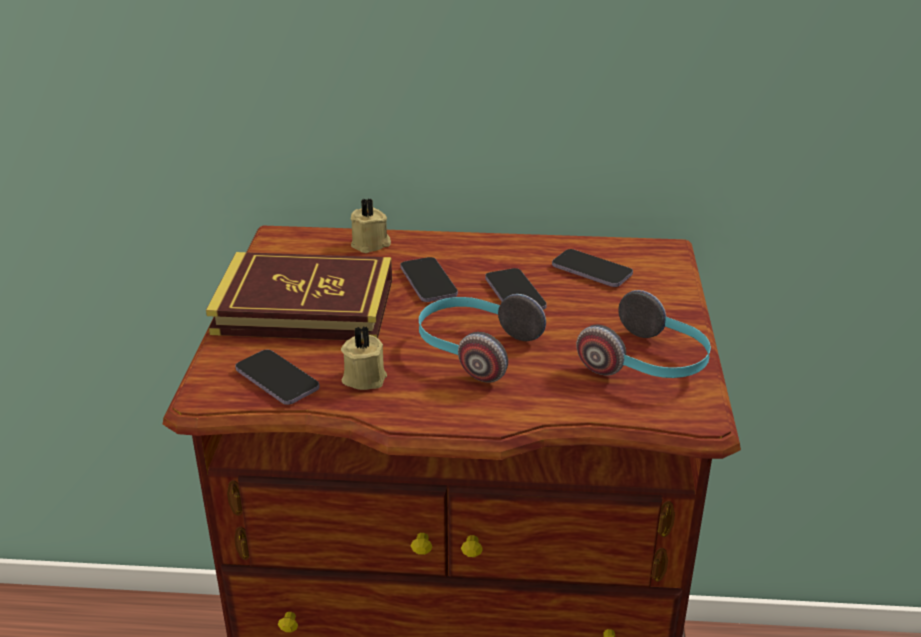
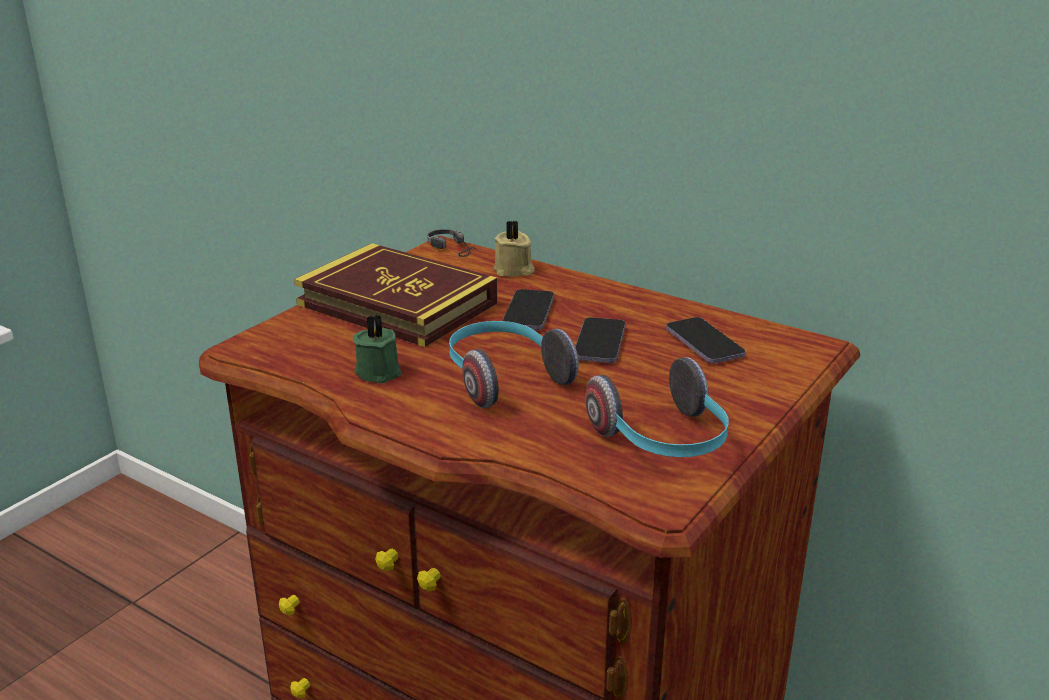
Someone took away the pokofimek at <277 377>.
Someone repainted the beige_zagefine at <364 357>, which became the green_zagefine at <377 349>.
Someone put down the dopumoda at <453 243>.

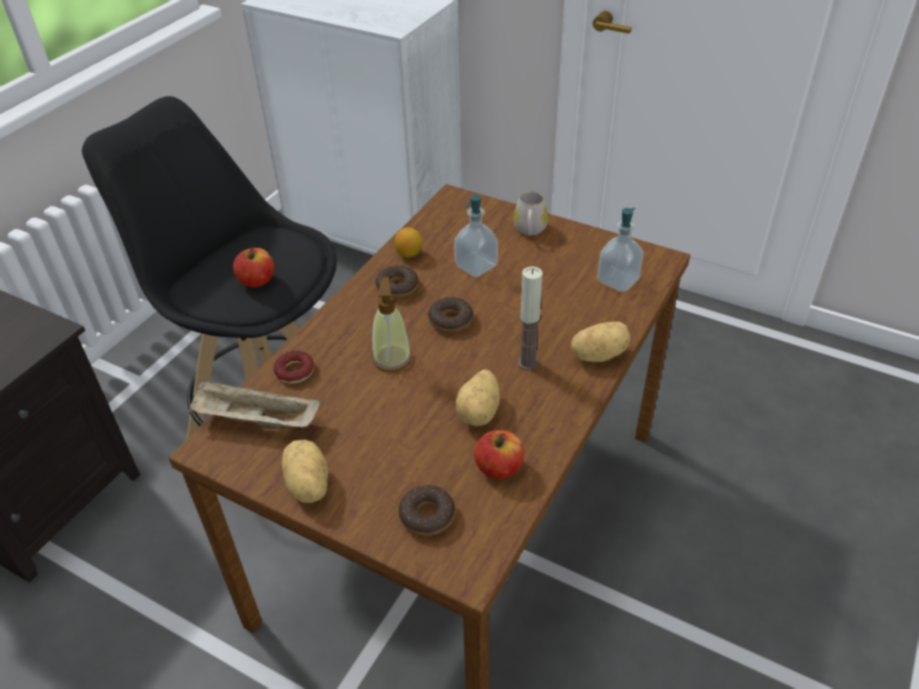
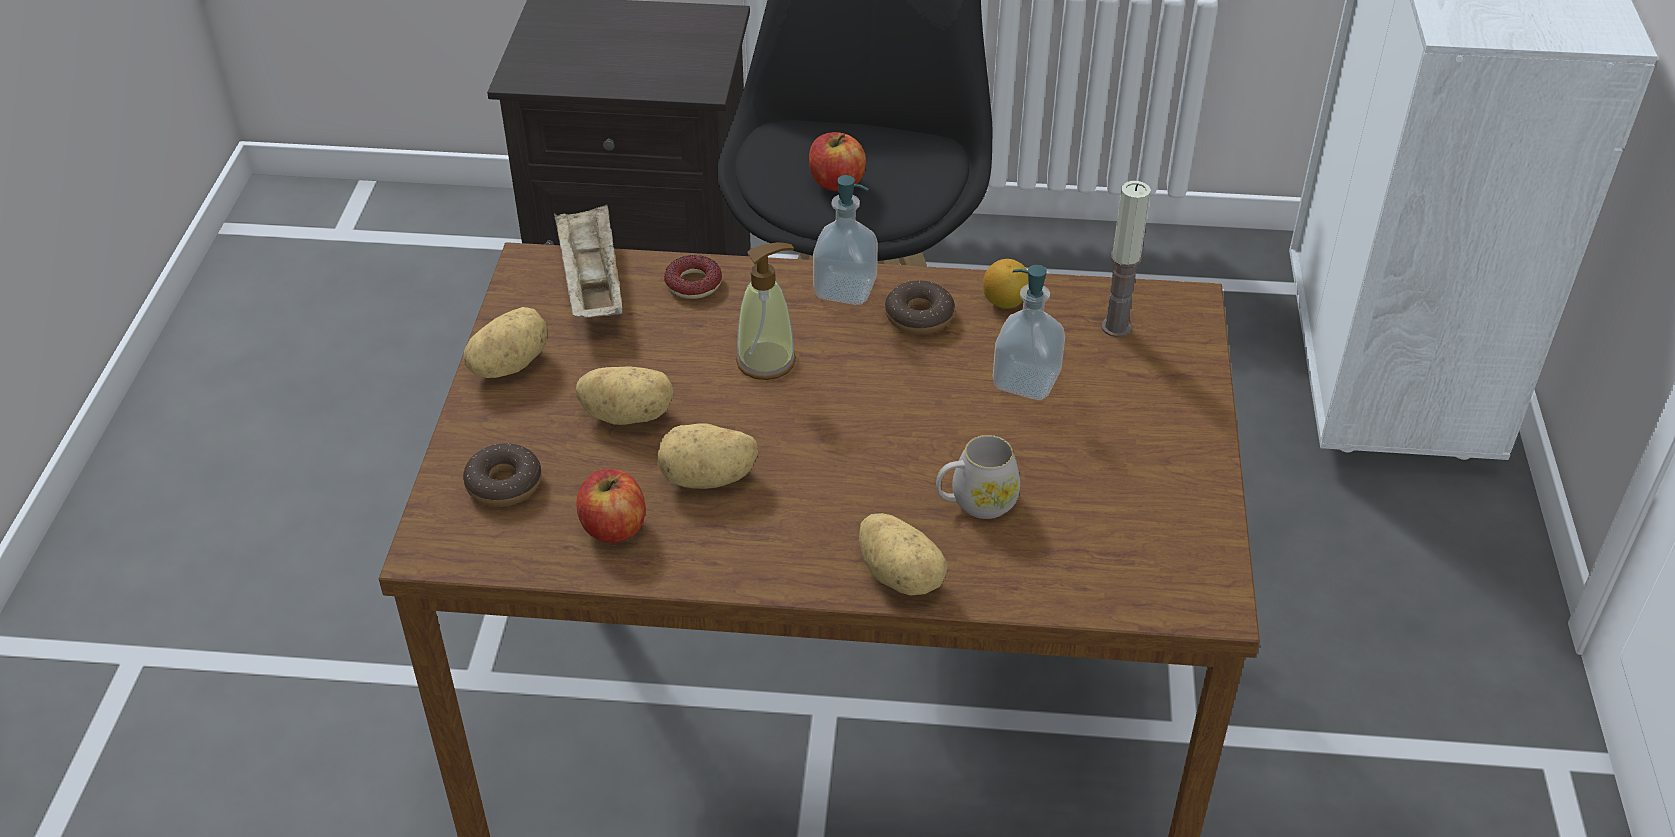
Someone took away the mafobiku at <450 315>.
Someone carried the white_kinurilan from <530 213> to <978 477>.
Someone carried the zagefine from <530 318> to <1126 259>.
Someone carried the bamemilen from <620 250> to <845 240>.
Someone put down the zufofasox at <625 395>.

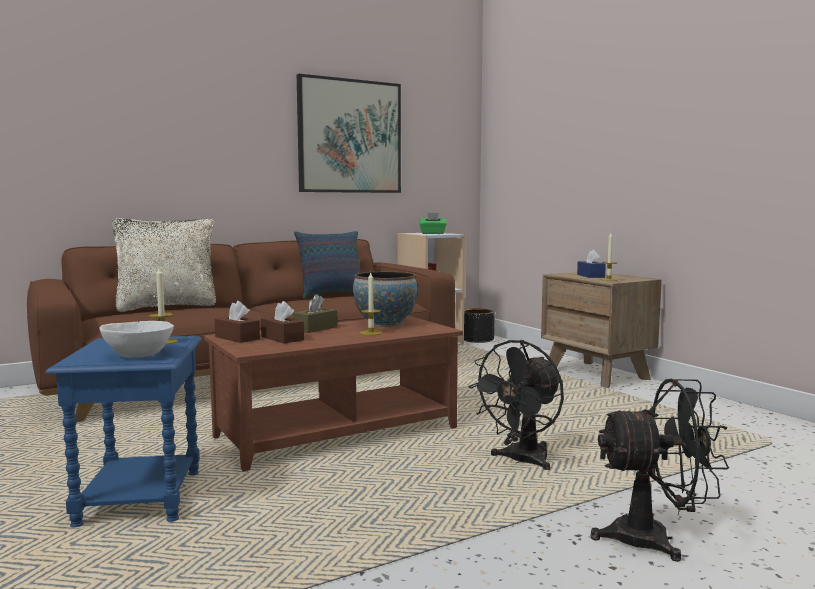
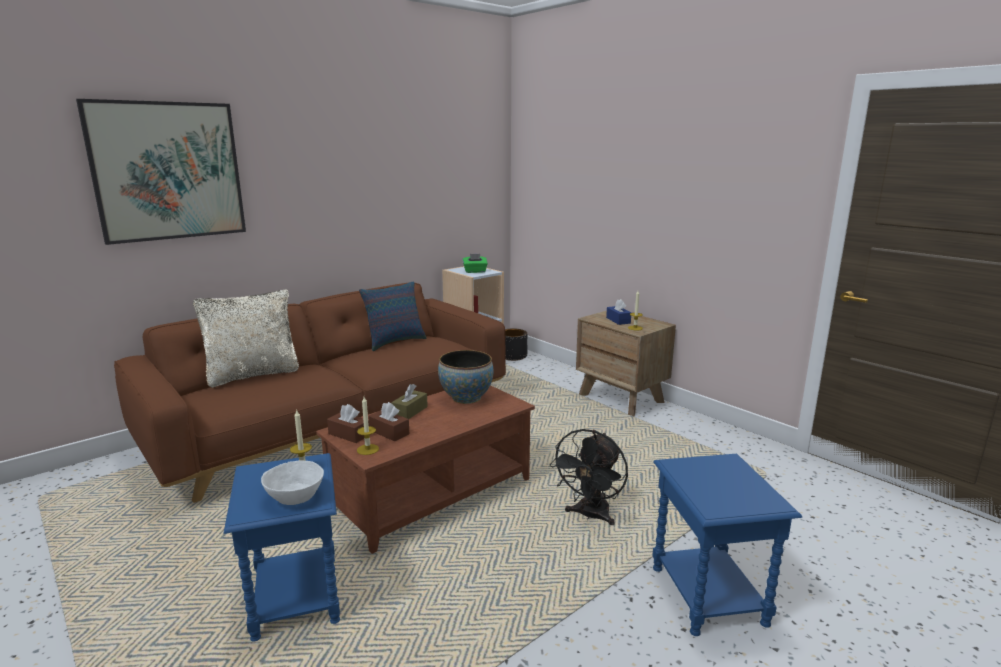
Someone carried the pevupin from <349 133> to <161 172>.
Someone carried the zagefine from <371 304> to <368 426>.
Someone swapped the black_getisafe at <659 470> for the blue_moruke at <727 545>.

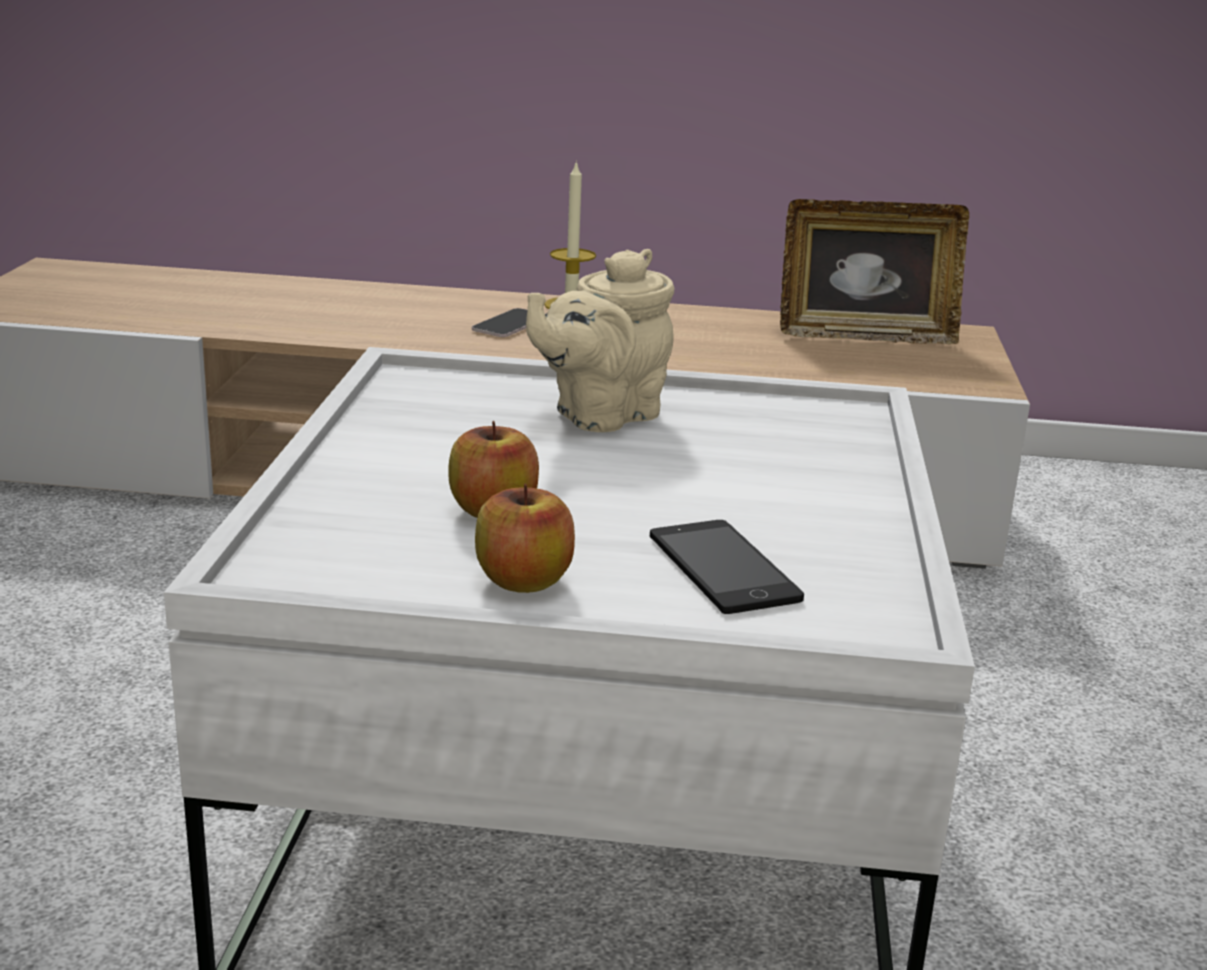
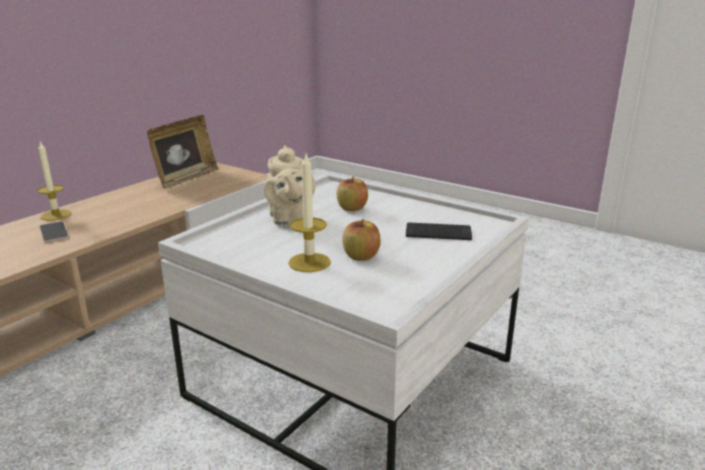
Someone carried the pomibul from <525 538> to <352 193>.
Someone put down the zagefine at <309 213>.

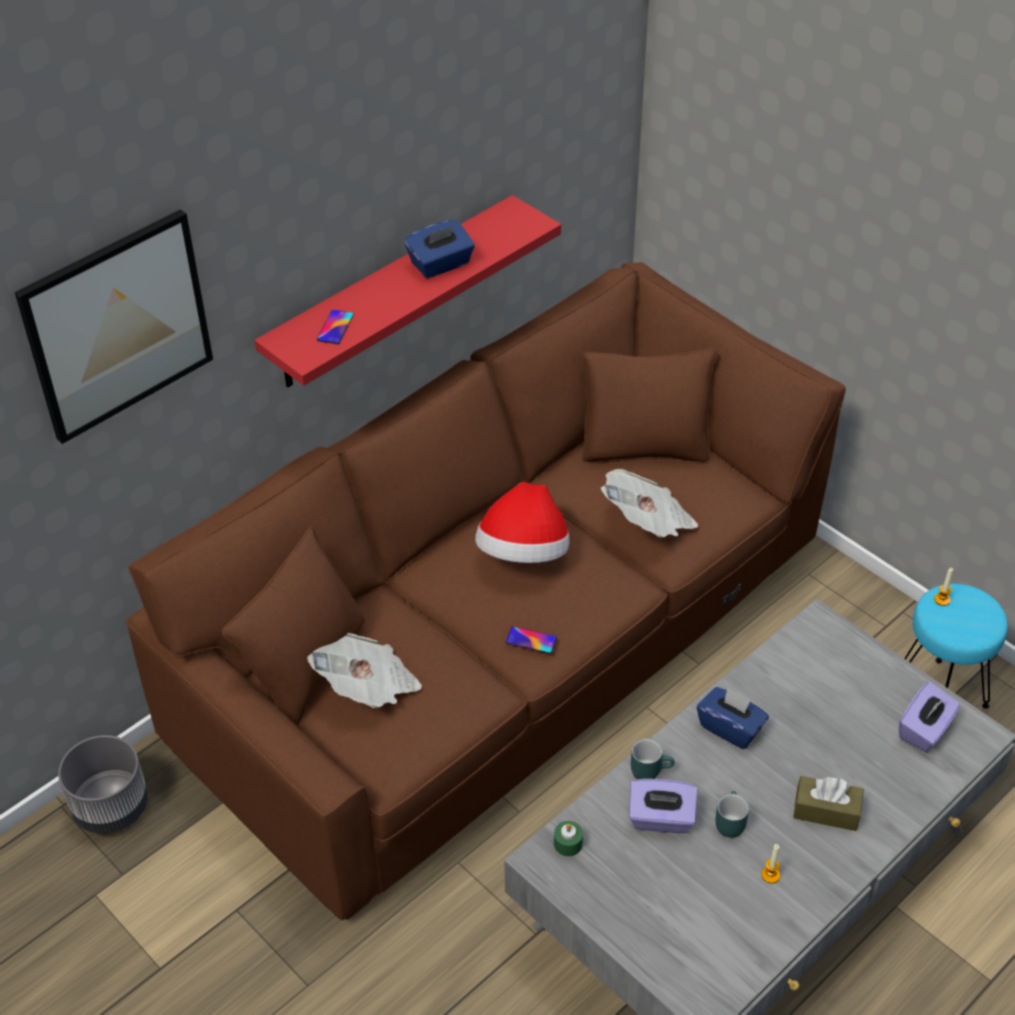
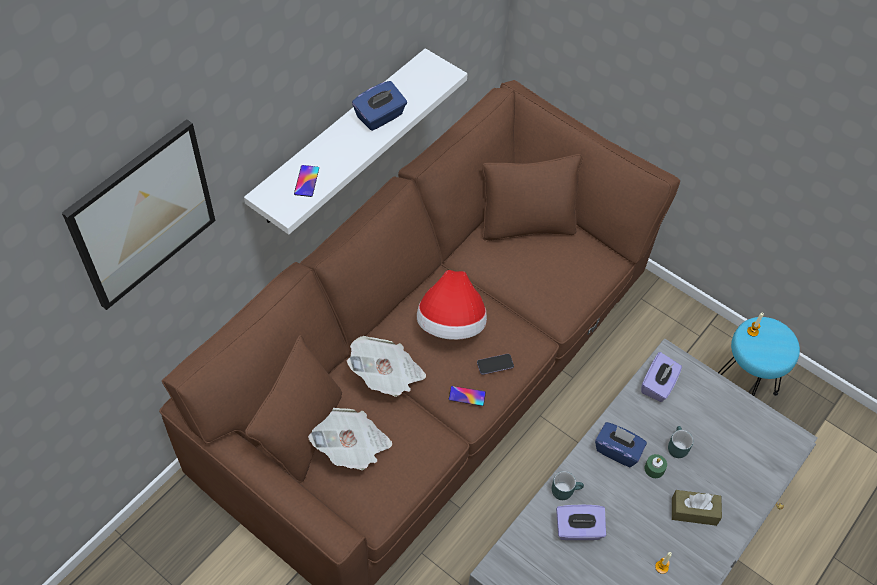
Someone took away the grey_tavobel at <103 784>.
Someone repainted the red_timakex at <407 291>, which became the white_timakex at <355 141>.
Someone carried the green_zagefine from <568 838> to <655 466>.
Someone carried the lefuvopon from <649 503> to <386 366>.
Someone carried the turquoise_kinurilan from <732 814> to <681 442>.
Someone carried the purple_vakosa from <929 717> to <661 377>.
Someone put down the pokofimek at <495 364>.

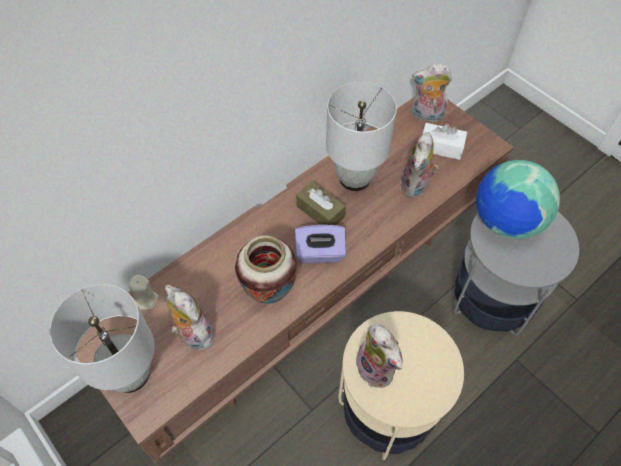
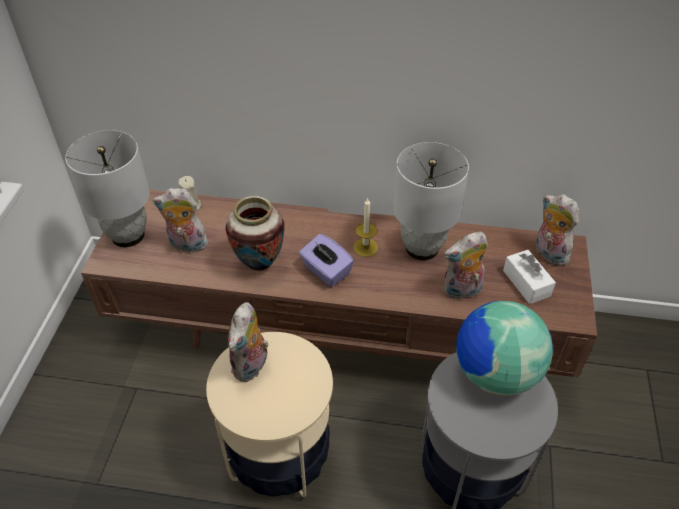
Someone rotated the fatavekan at <189 317> by 90 degrees counterclockwise.
Someone swapped the brown_vakosa at <321 203> for the zagefine at <365 227>.

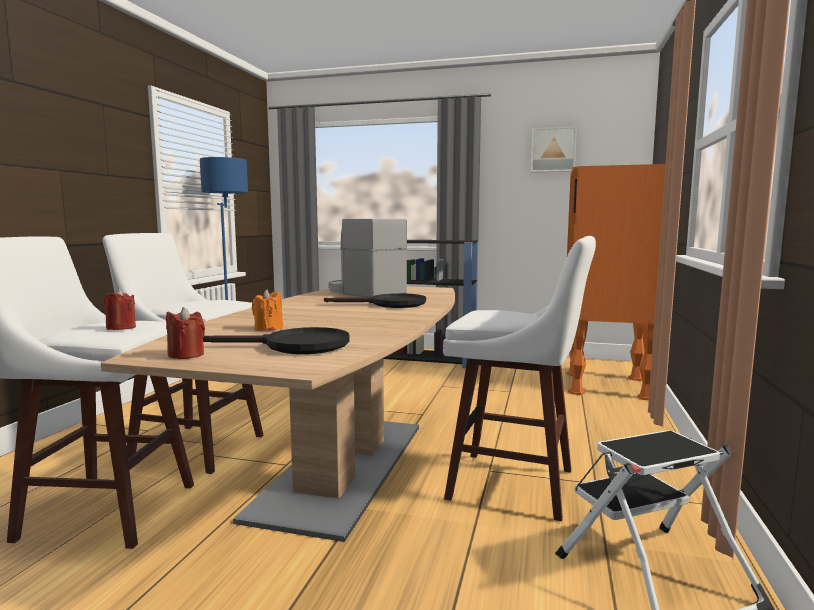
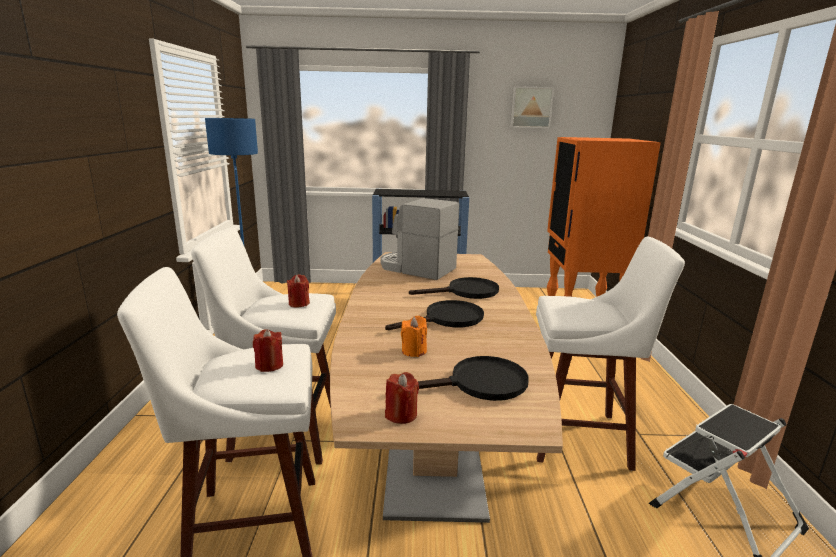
Someone put down the red_zagefine at <298 290>.
Someone put down the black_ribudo at <434 315>.

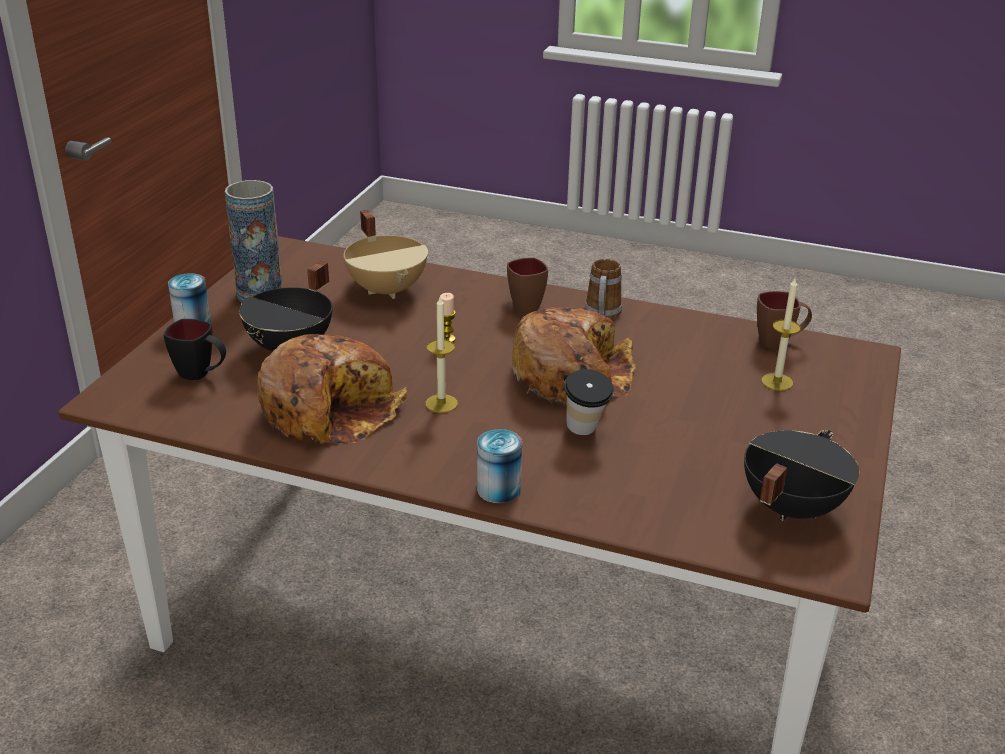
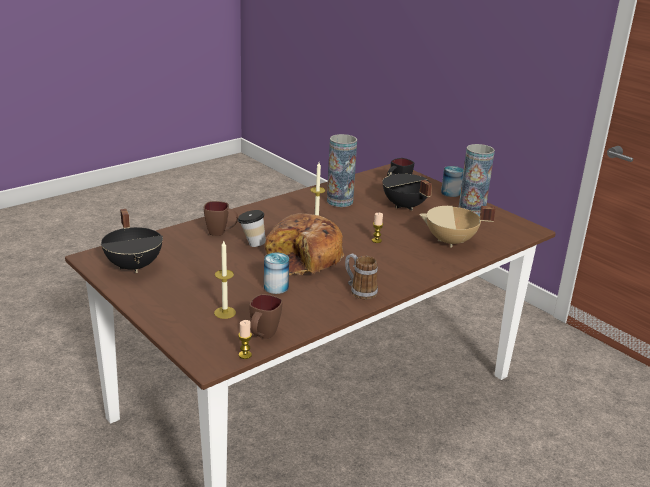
Someone swapped the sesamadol at <332 388> for the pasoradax at <342 170>.
Someone carried the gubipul from <499 466> to <276 273>.
Someone carried the brown_kinurilan from <527 285> to <221 218>.
Someone put down the zagefine at <245 339>.

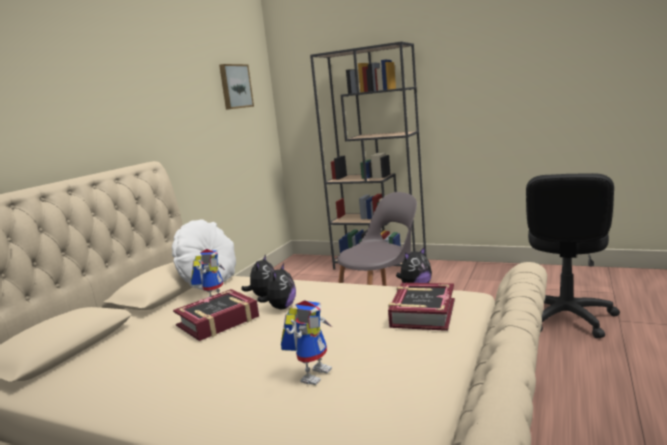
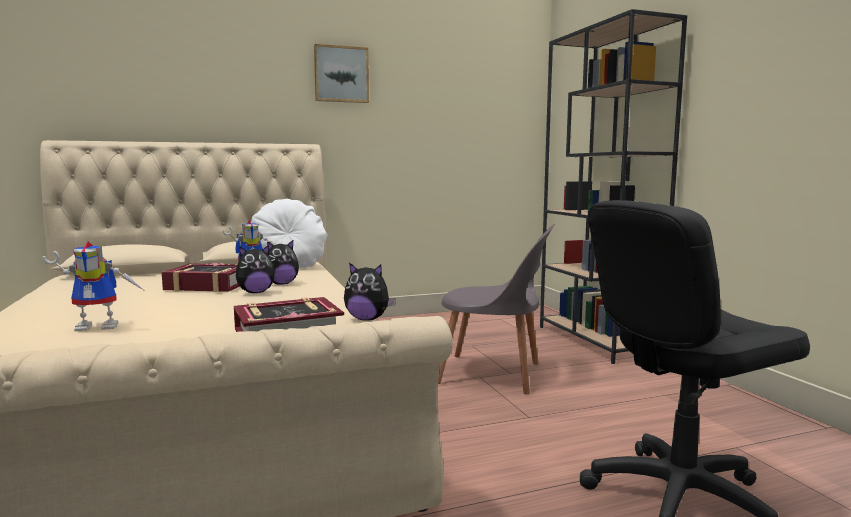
Someone carried the pevupin from <236 87> to <341 73>.

